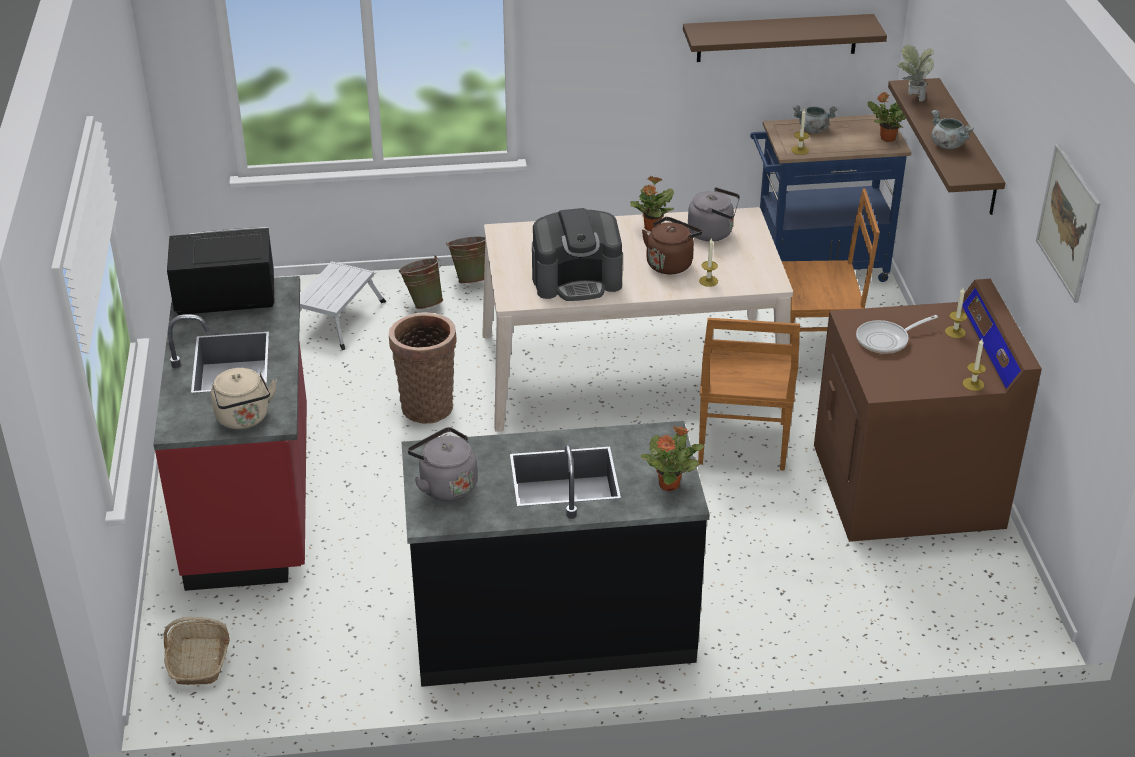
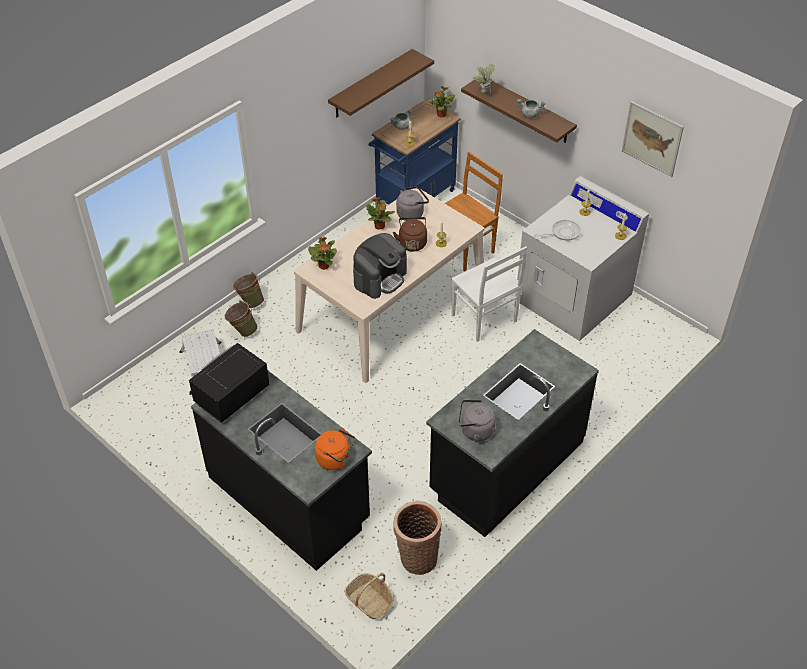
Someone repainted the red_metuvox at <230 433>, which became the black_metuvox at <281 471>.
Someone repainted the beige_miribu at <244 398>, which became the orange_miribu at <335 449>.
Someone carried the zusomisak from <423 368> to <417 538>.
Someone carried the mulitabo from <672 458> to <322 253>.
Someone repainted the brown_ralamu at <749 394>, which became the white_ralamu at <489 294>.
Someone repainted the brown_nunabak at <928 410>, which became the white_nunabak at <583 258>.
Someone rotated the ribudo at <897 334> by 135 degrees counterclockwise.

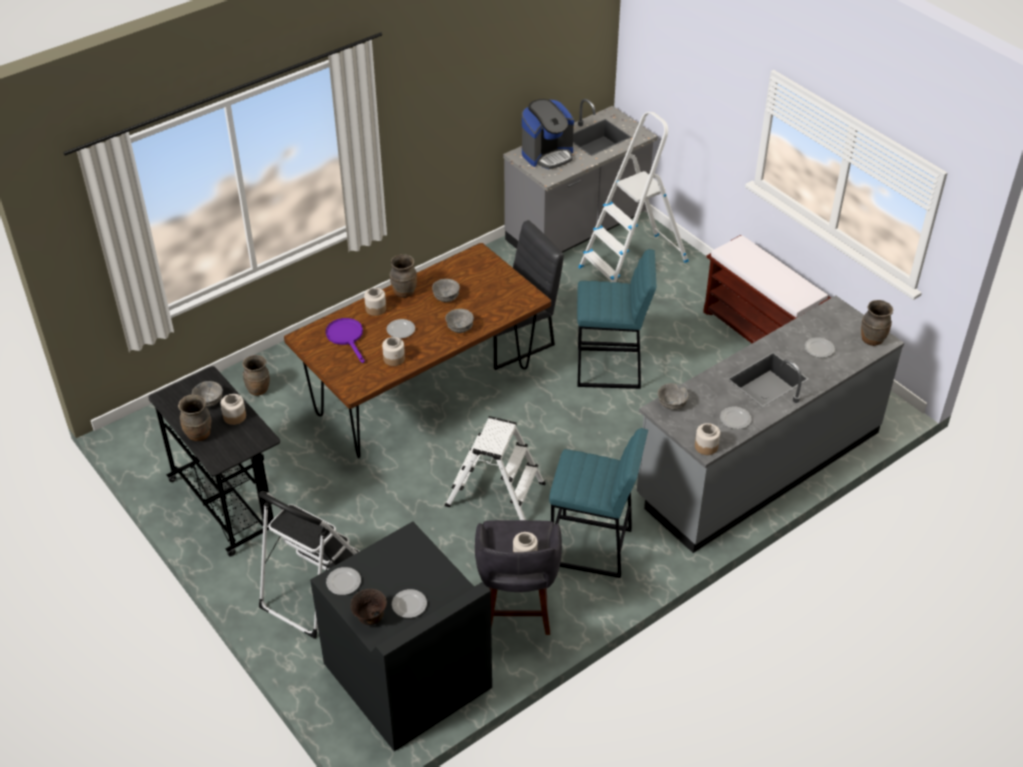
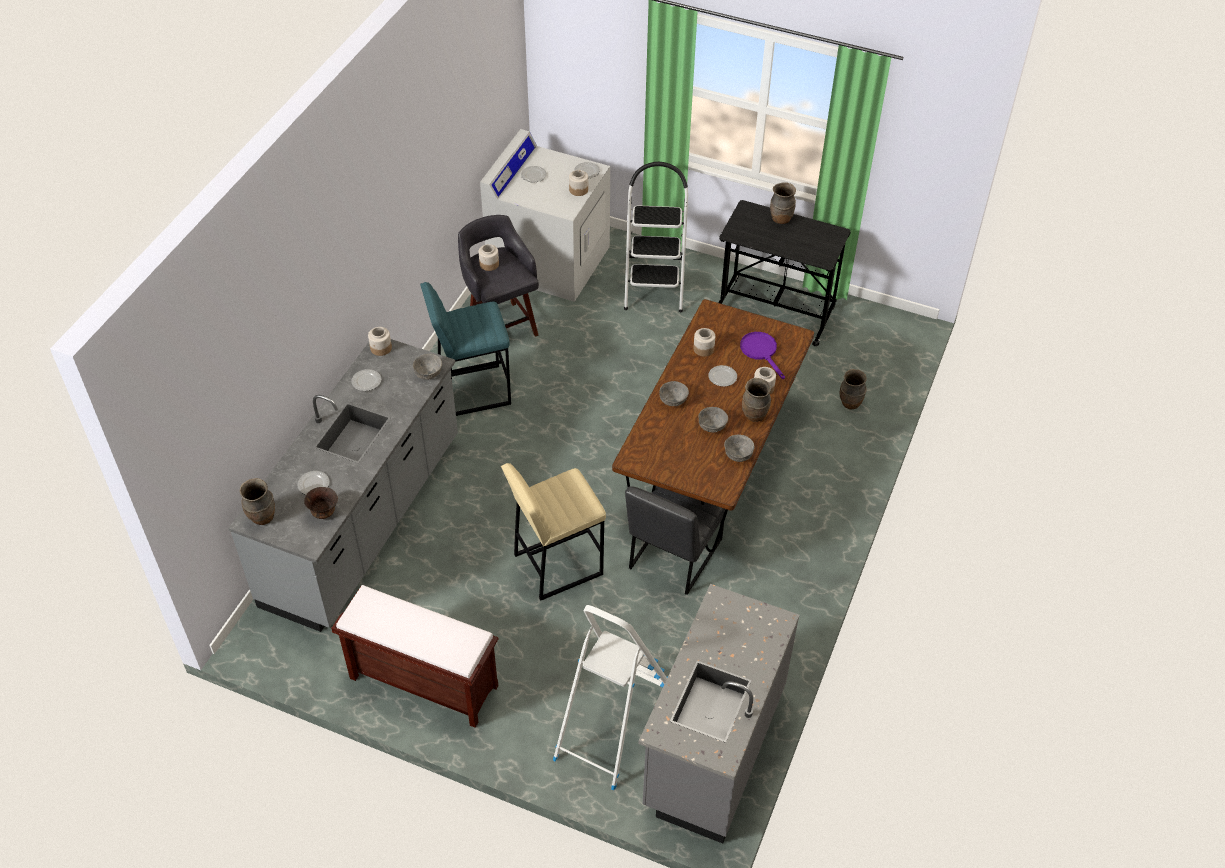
Someone carried the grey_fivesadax from <207 394> to <739 448>.
Someone carried the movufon from <233 409> to <578 183>.
Someone repainted the black_nunabak at <401 636>, which became the white_nunabak at <545 215>.
Someone rotated the purple_ribudo at <345 340> by 150 degrees counterclockwise.
Someone carried the brown_fivesadax from <368 607> to <321 503>.
Someone took away the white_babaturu at <495 468>.
Someone took away the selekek at <548 134>.
Someone repainted the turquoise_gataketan at <616 319>, which became the beige_gataketan at <553 532>.

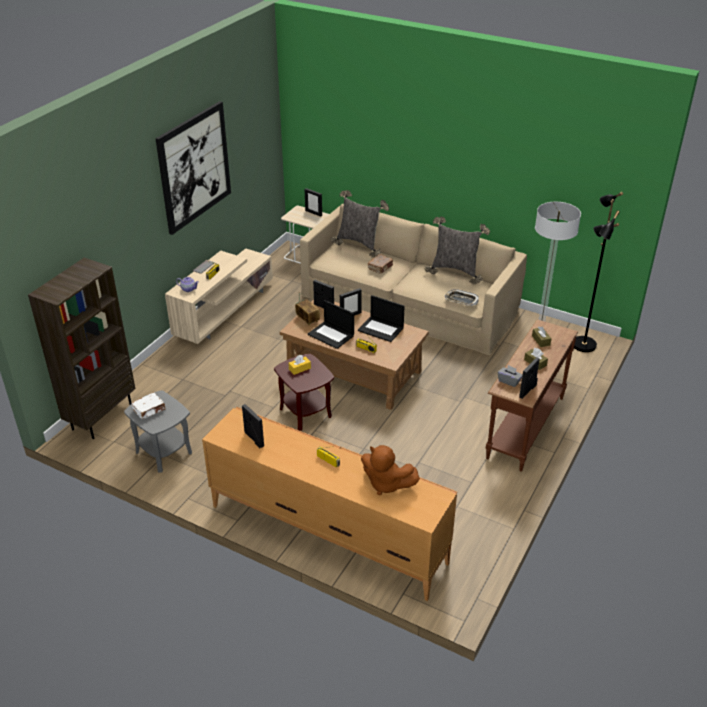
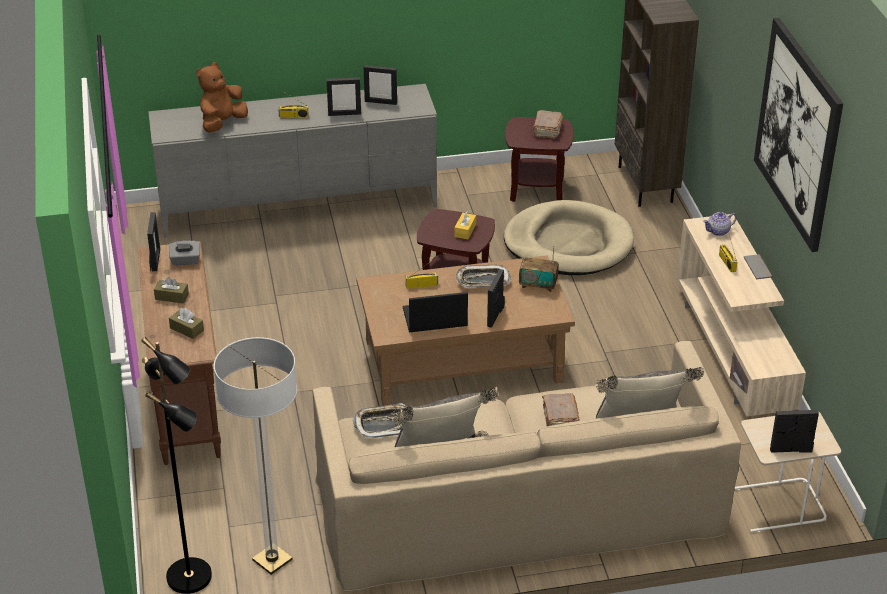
Someone repainted the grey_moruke at <158 431>, which became the brown_moruke at <539 159>.
Someone repainted the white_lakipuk at <148 406>, which became the brown_lakipuk at <548 124>.
Someone repainted the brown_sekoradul at <329 504>, which became the grey_sekoradul at <292 161>.
Someone swapped the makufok at <331 324> for the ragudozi at <483 276>.
Someone carried the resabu from <323 294> to <343 96>.
Someone rotated the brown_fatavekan at <390 470> by 45 degrees counterclockwise.
Someone put down the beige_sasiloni at <569 237>.

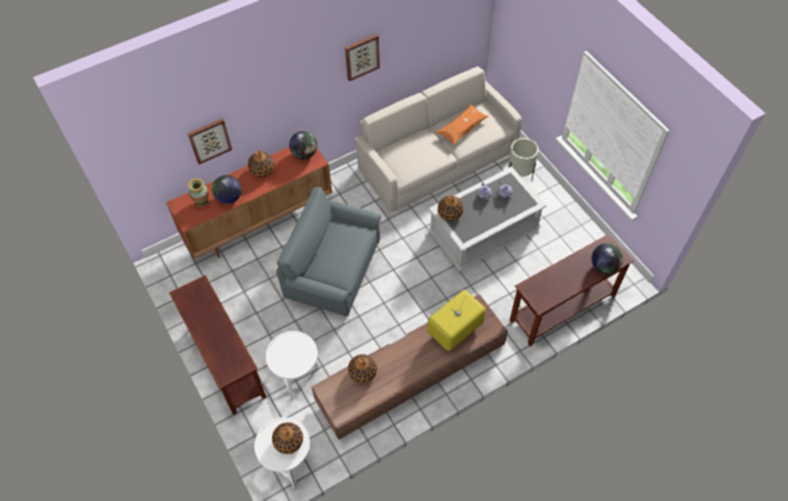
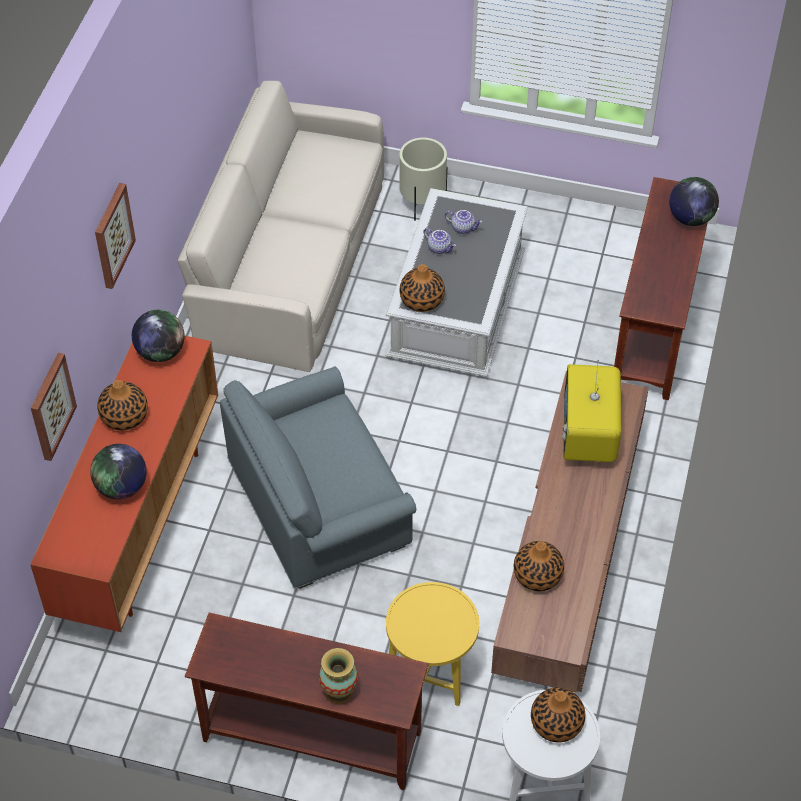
Someone carried the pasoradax from <198 192> to <338 676>.
Someone repainted the white_moruke at <292 366>, which became the yellow_moruke at <432 644>.
Someone carried the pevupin from <362 57> to <115 236>.
Someone took away the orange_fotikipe at <462 124>.

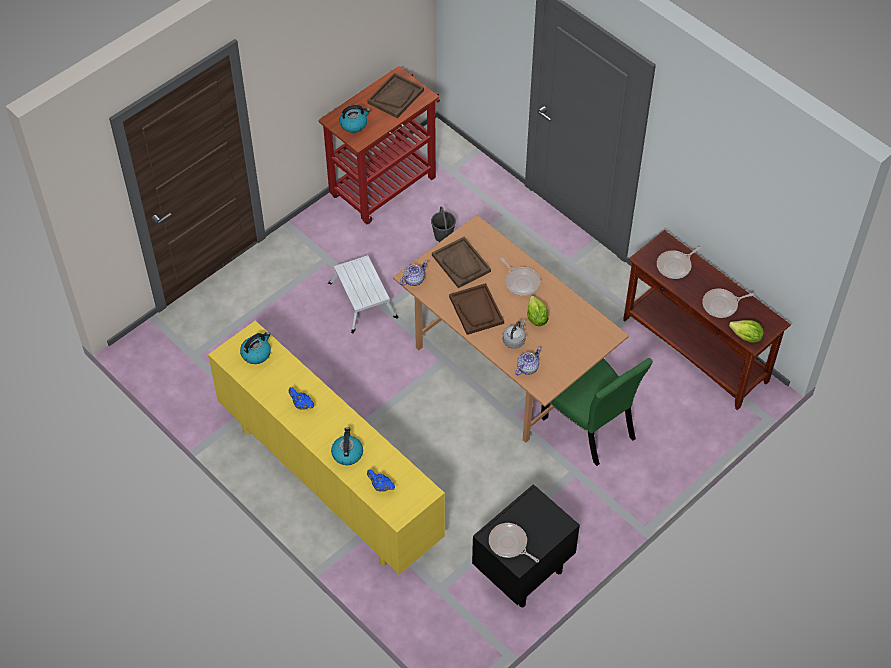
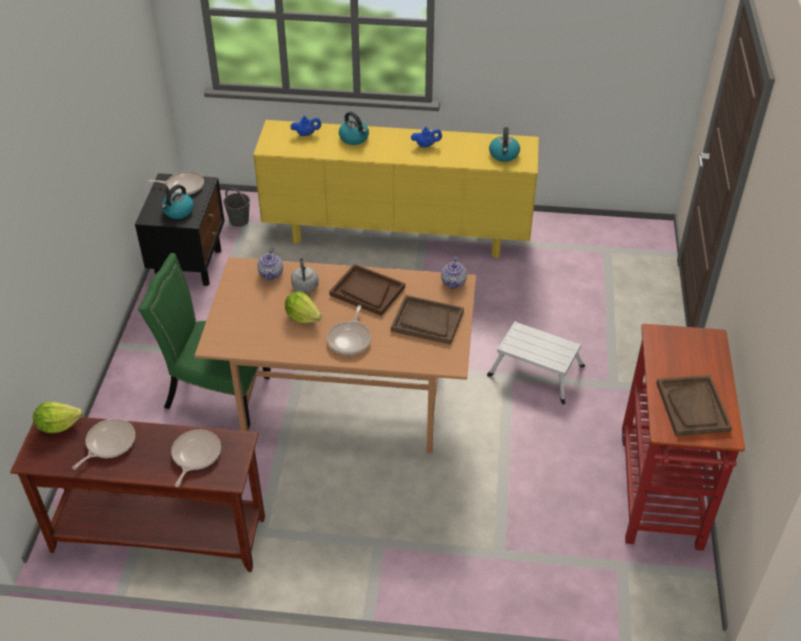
Someone carried the miribu from <354 119> to <177 202>.
Someone carried the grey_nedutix from <443 224> to <236 207>.
Someone rotated the ribudo at <520 277> by 90 degrees counterclockwise.

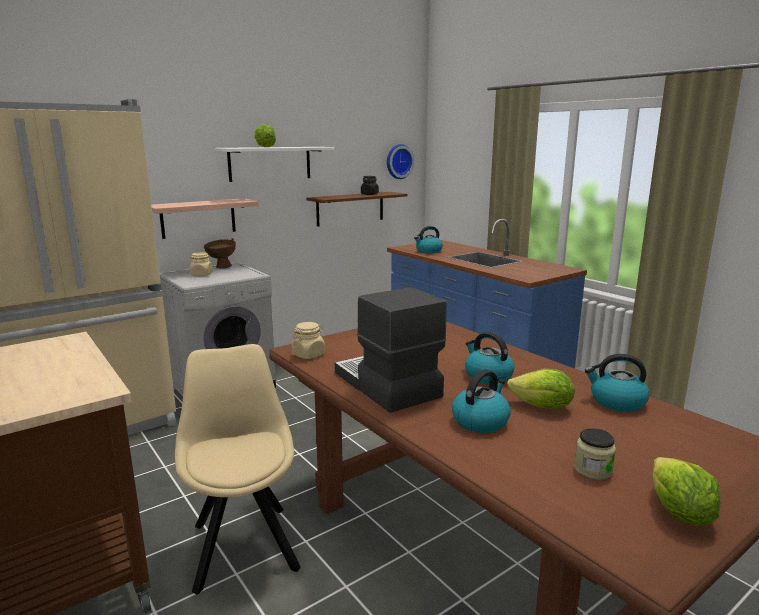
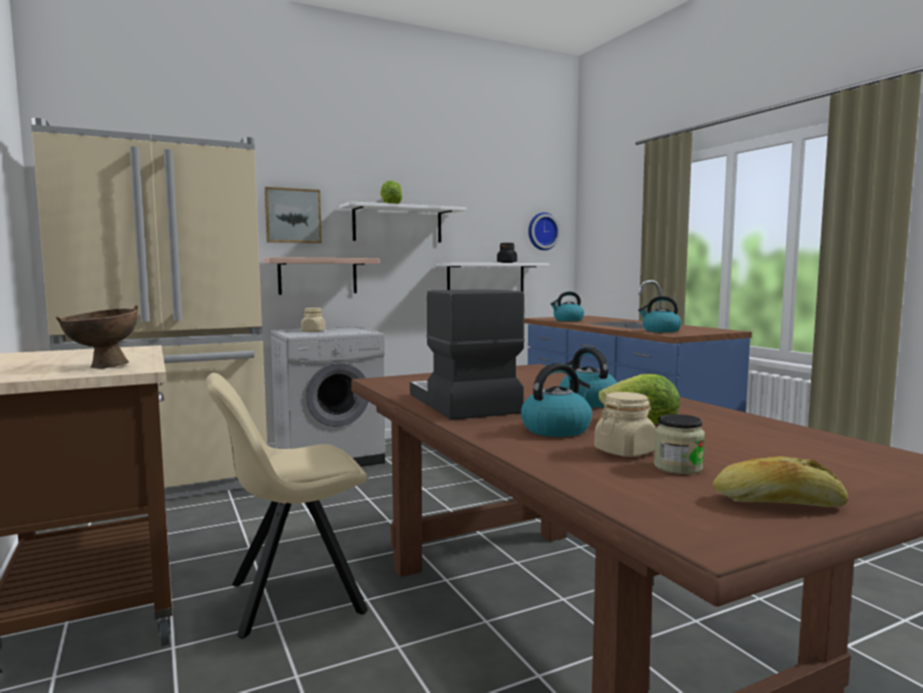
Someone rotated the beige_ralamu at <238 469> by 105 degrees counterclockwise.
Someone carried the brown_fivesadax from <220 253> to <97 337>.
Someone carried the beige_movufon from <308 340> to <625 424>.
Someone repainted the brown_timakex at <356 209>, which became the white_timakex at <493 277>.
Someone carried the miribu from <617 383> to <660 314>.
Someone swapped the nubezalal at <687 491> for the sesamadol at <780 481>.
Someone put up the pevupin at <293 215>.

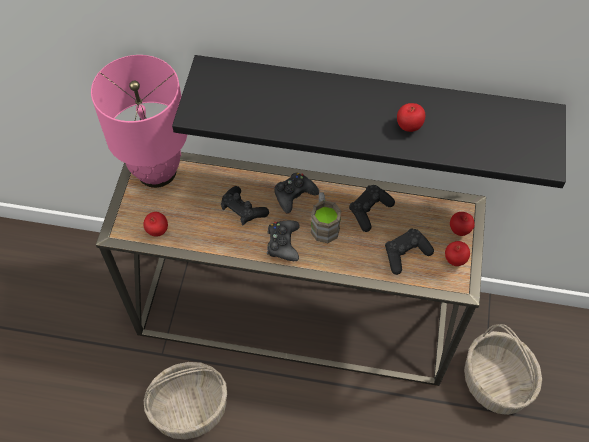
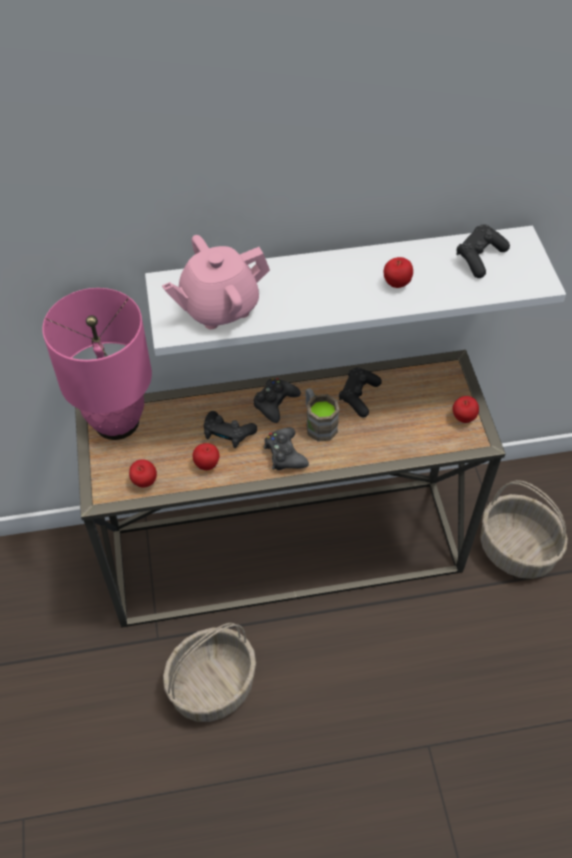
Someone repainted the black_timakex at <369 121>, which became the white_timakex at <355 291>.
Someone carried the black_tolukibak from <409 251> to <483 251>.
Someone carried the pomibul from <462 224> to <206 456>.
Someone put down the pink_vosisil at <216 282>.

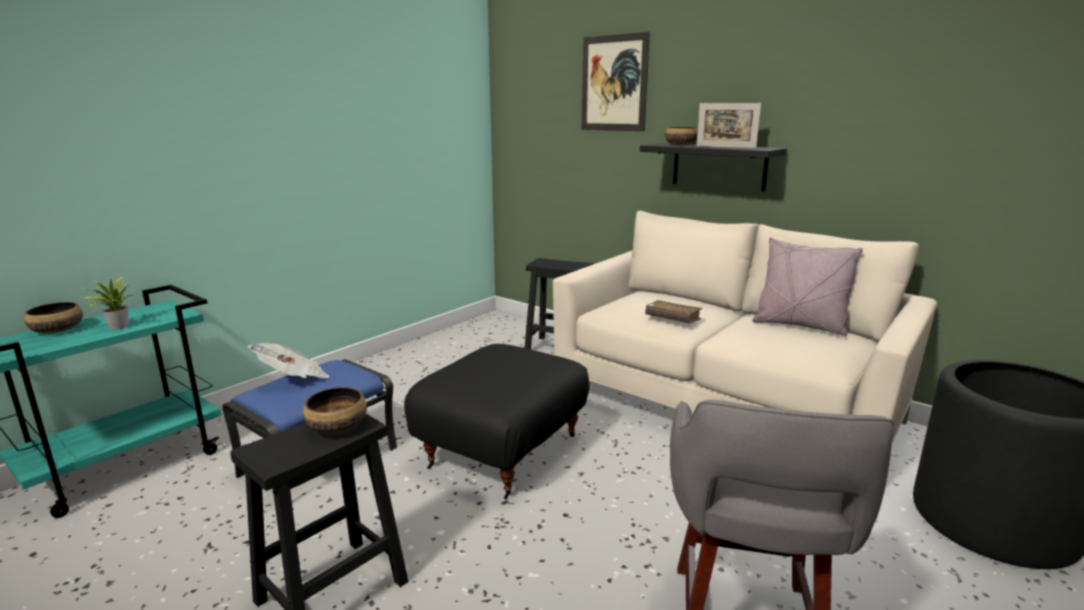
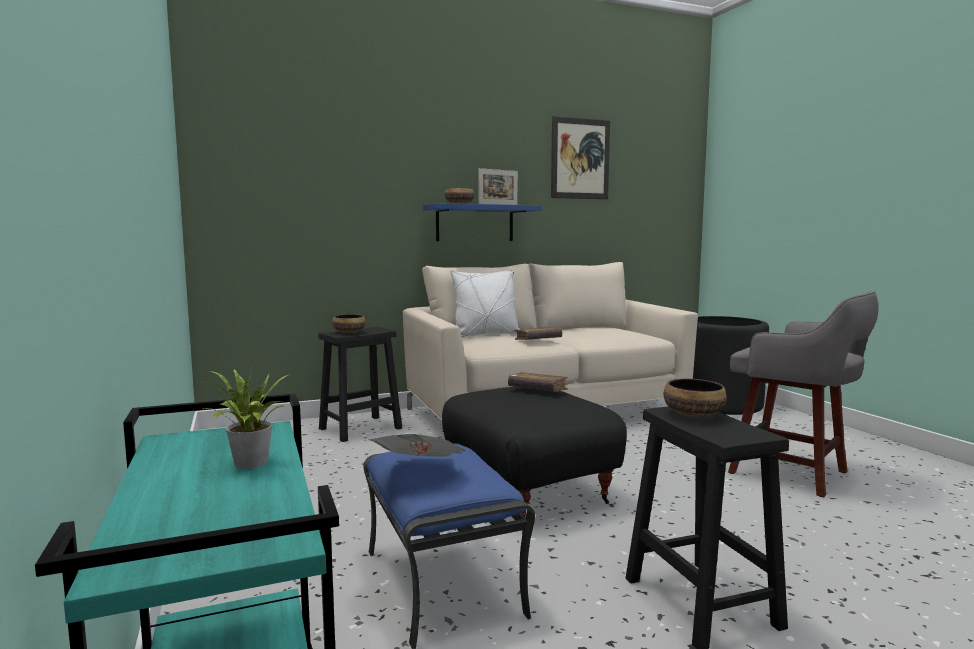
Someone carried the fivesadax from <53 317> to <348 323>.
Someone carried the pevupin from <615 81> to <580 157>.
Someone repainted the black_timakex at <713 167>, which became the blue_timakex at <482 222>.
Someone took away the purple_fotikipe at <807 286>.
Someone put down the white_fotikipe at <485 303>.
Someone put down the brown_lakipuk at <538 382>.

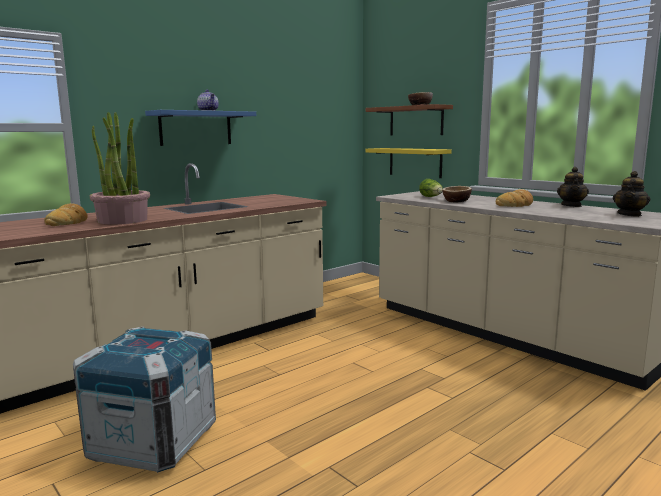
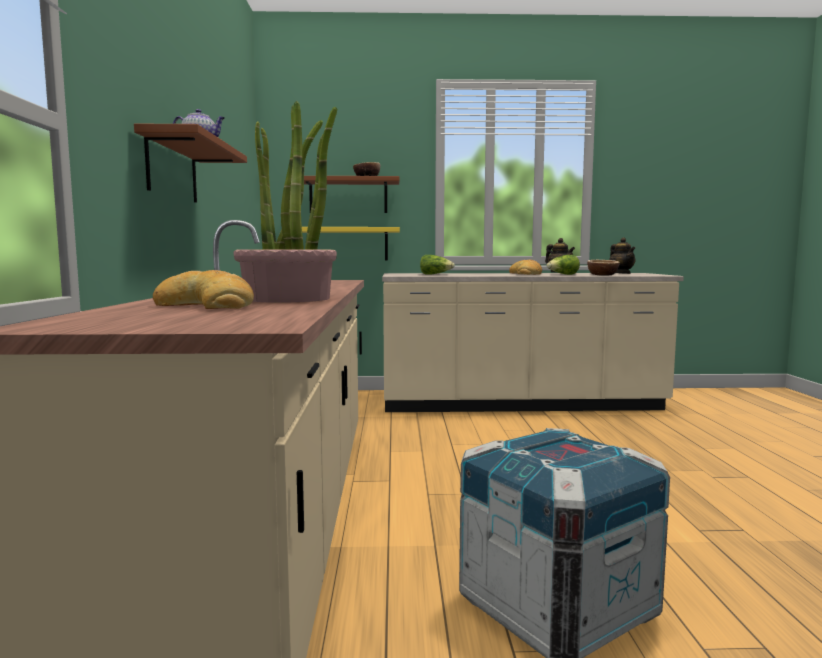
Someone repainted the blue_timakex at <200 128>, which became the brown_timakex at <190 163>.
Someone carried the fivesadax from <457 194> to <603 267>.
Someone put down the nubezalal at <563 265>.

